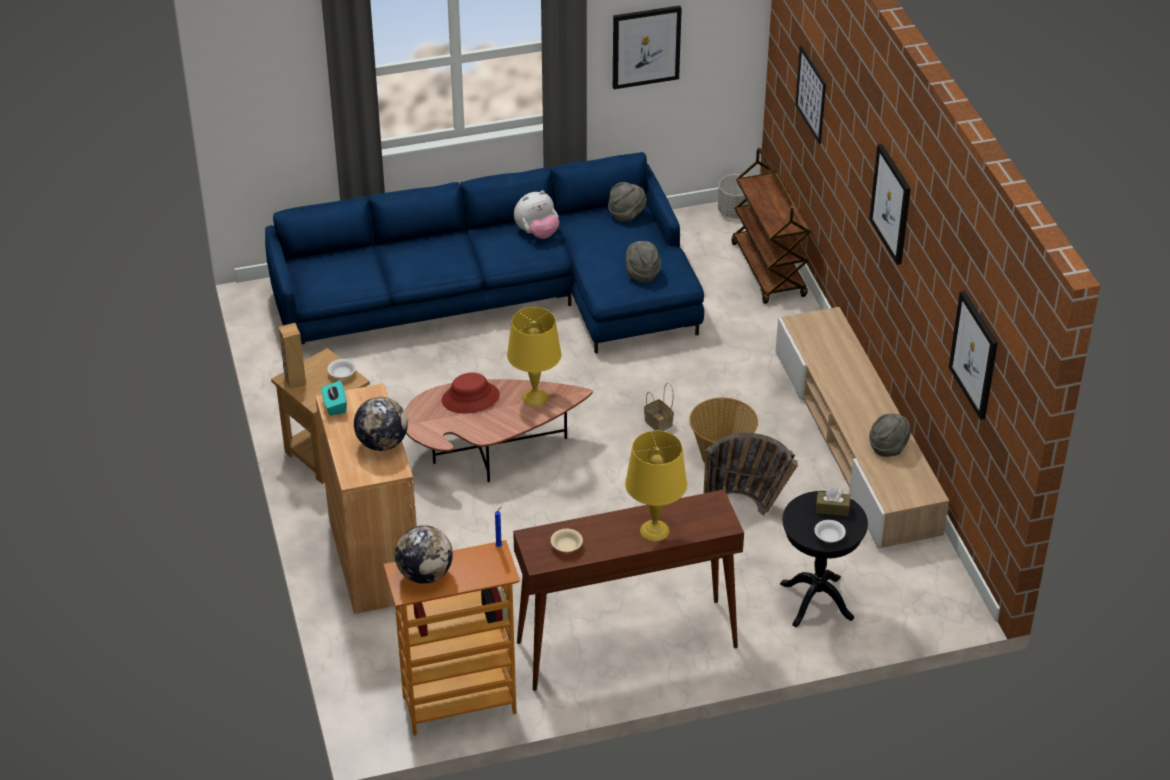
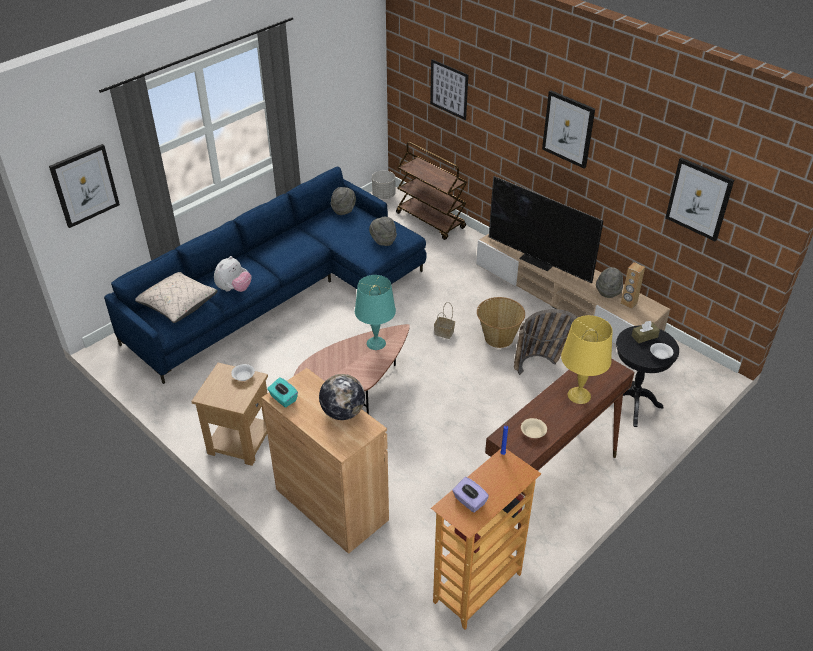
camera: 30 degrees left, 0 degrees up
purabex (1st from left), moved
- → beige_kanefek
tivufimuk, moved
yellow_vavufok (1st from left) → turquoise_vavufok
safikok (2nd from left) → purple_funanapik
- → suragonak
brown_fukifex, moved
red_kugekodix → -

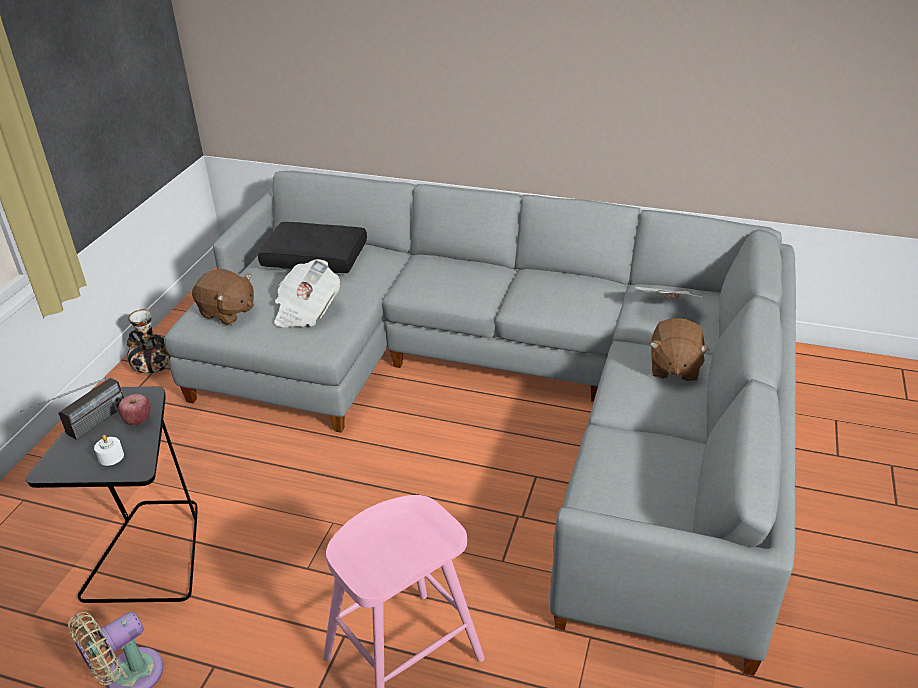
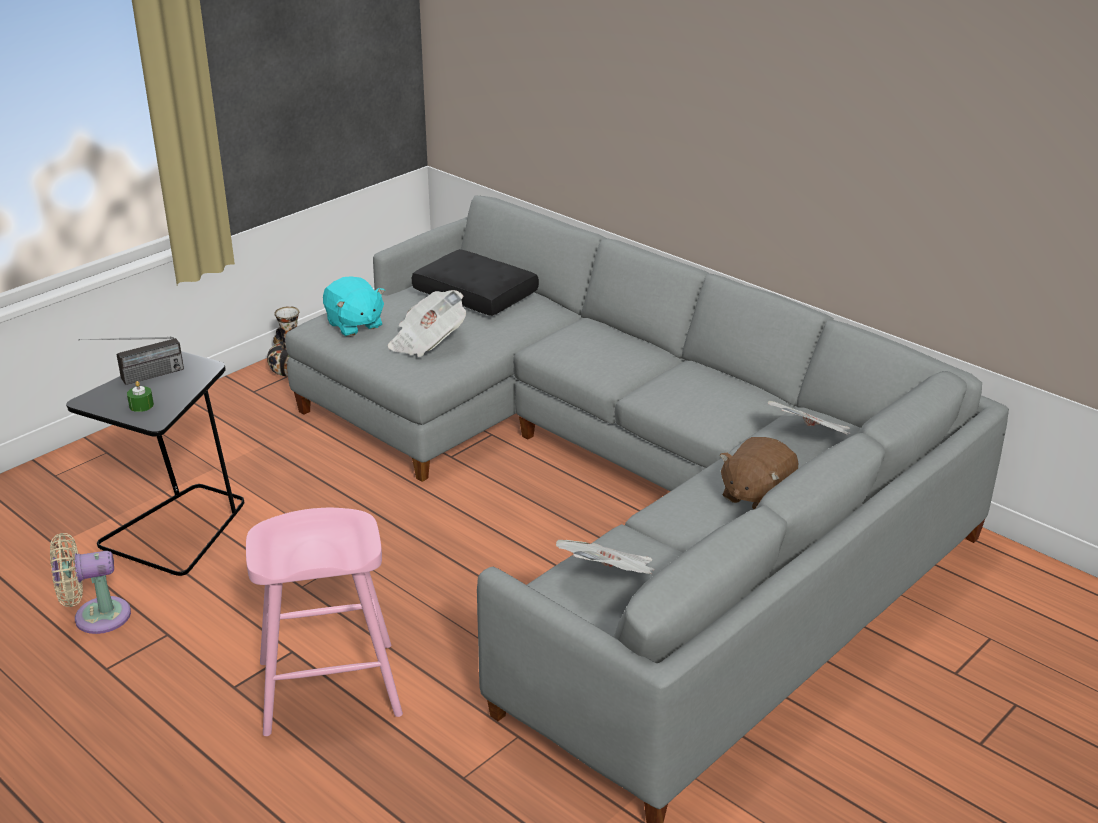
camera: 25 degrees right, 5 degrees down
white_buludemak → green_buludemak
brown_tivufimuk (1st from left) → turquoise_tivufimuk
- → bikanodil (2nd from left)
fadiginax → -

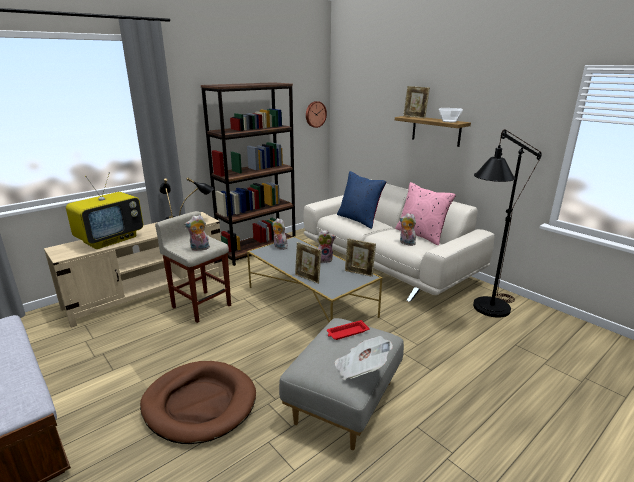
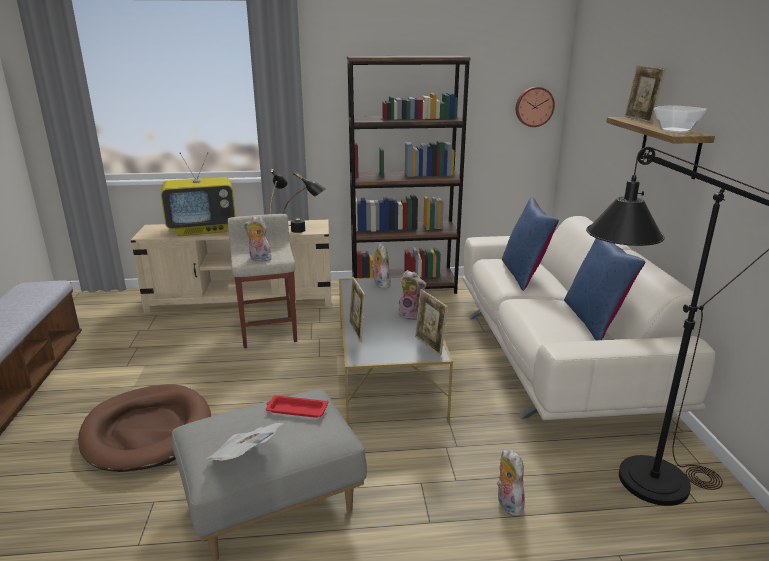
camera: 35 degrees right, 0 degrees up
tivufimuk (4th from left), moved
pink_kanefek → blue_kanefek (2nd from left)

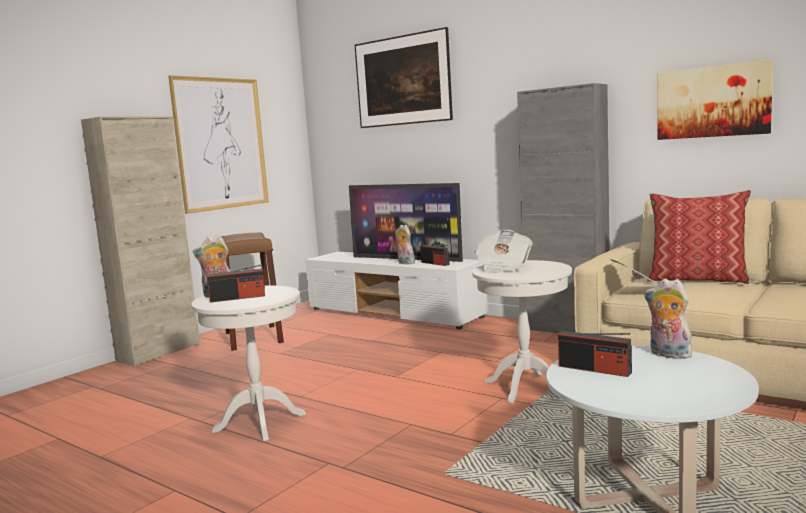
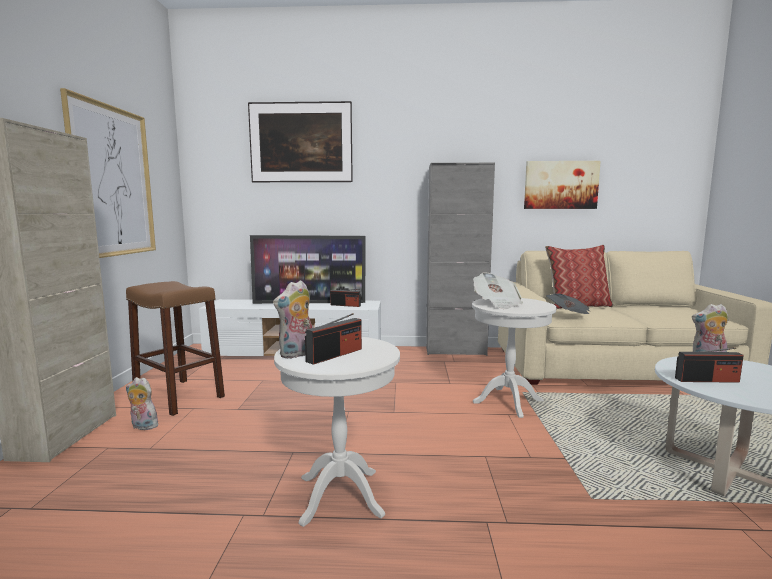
camera: 35 degrees left, 0 degrees up
tivufimuk (2nd from left in the first image) → tivufimuk (1st from left), moved

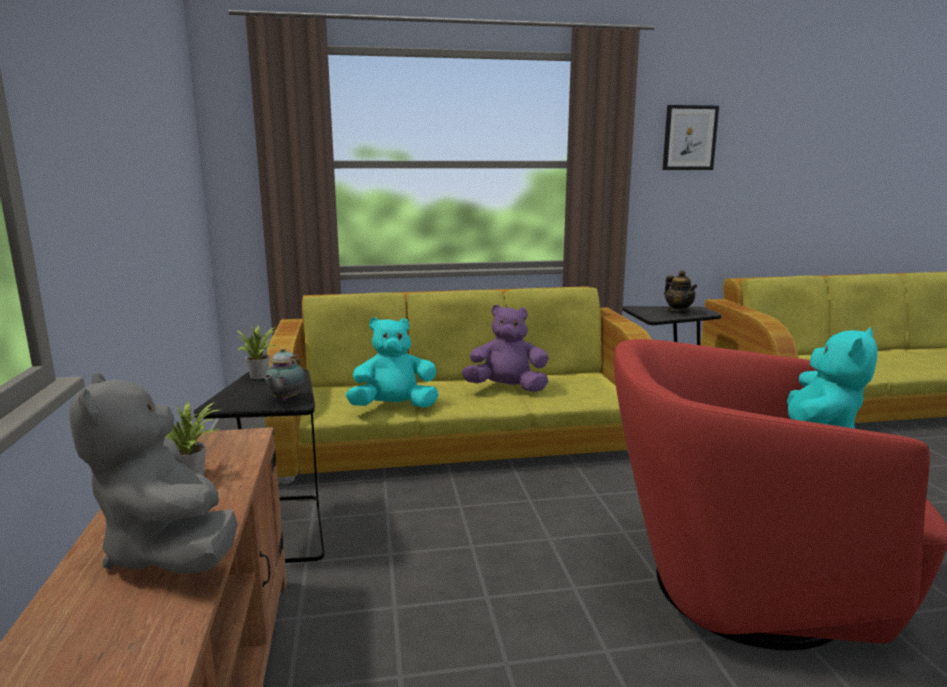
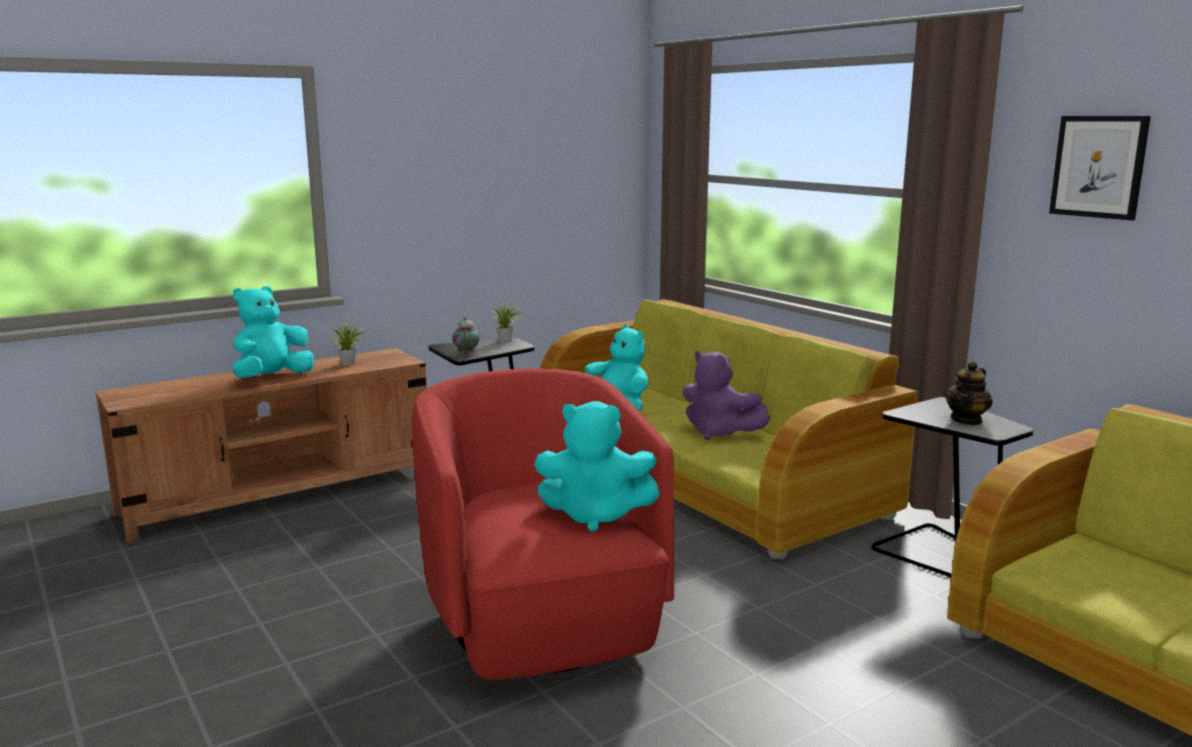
camera: 65 degrees right, 0 degrees up
grey_tivufimuk → turquoise_tivufimuk (1st from left)
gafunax (1st from left), 90 degrees clockwise
purple_tivufimuk, 150 degrees clockwise

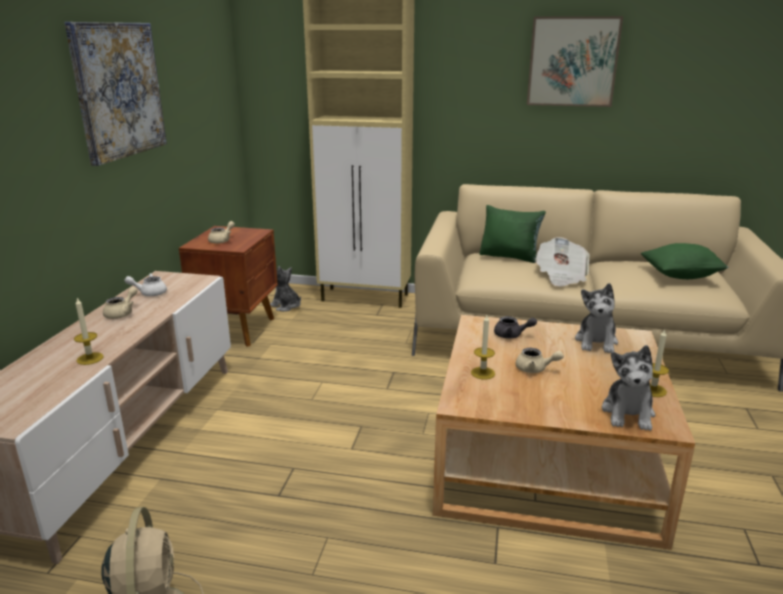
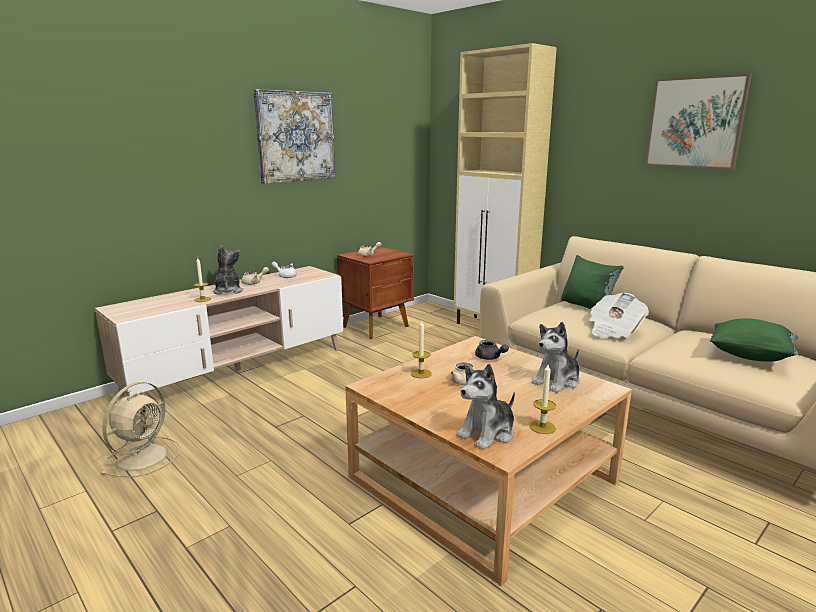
camera: 35 degrees right, 5 degrees down
tivufimuk (1st from left), moved

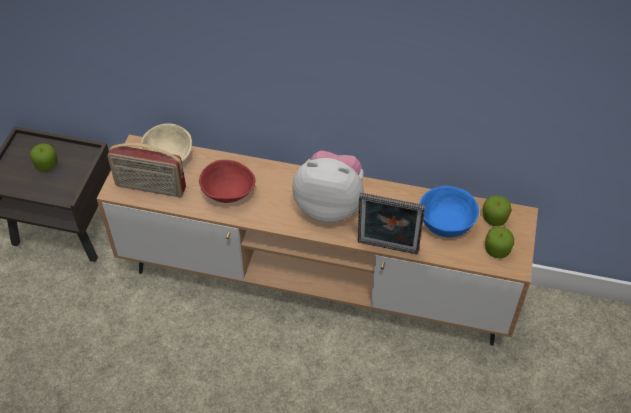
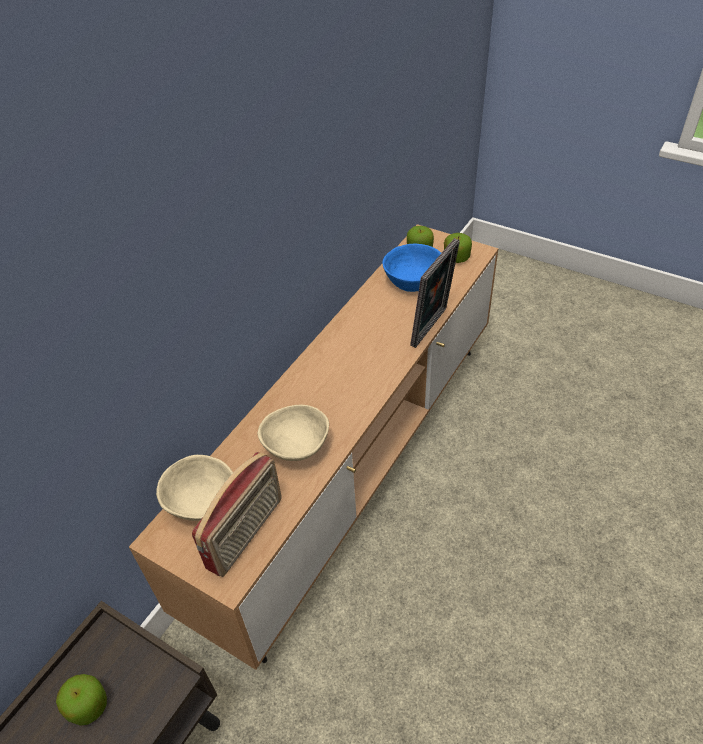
camera: 70 degrees left, 5 degrees down
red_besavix → beige_besavix (2nd from left)
tivufimuk → -

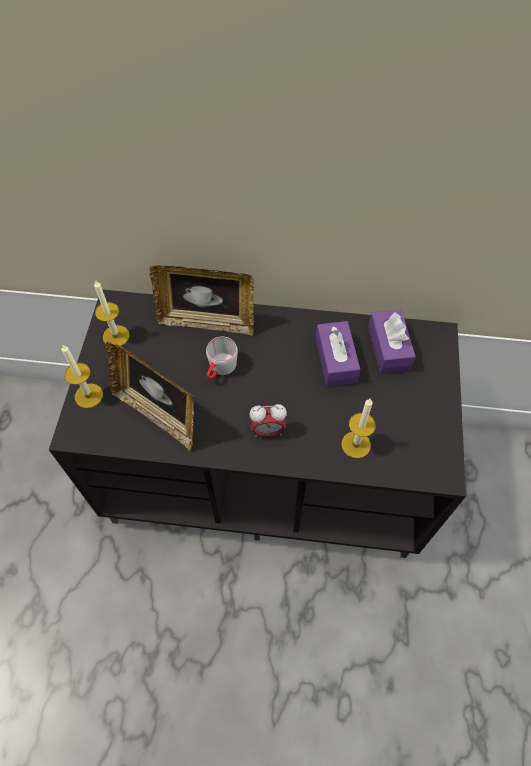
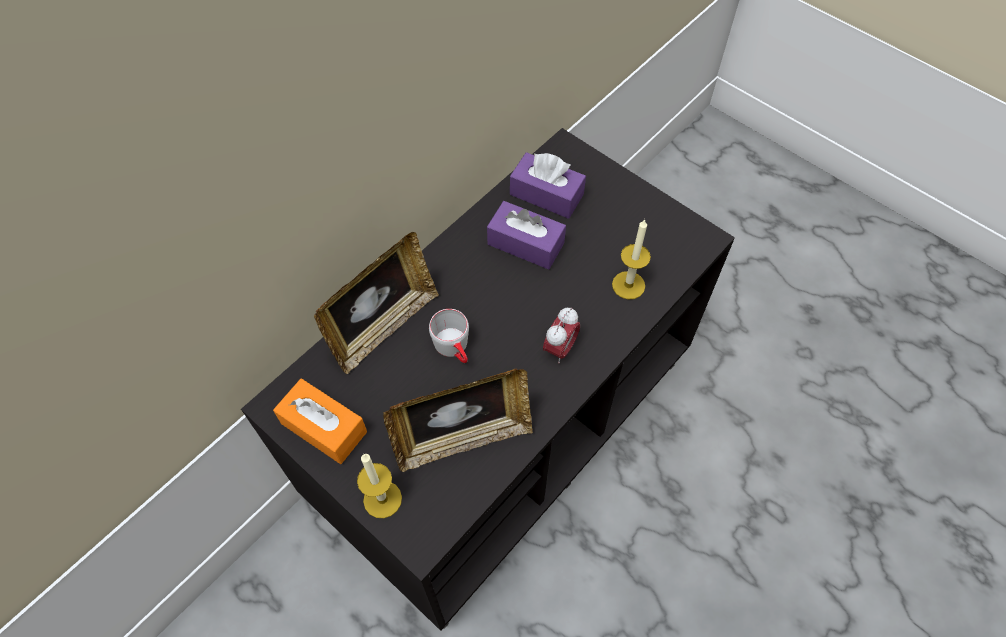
camera: 55 degrees left, 0 degrees up
buludemak (2nd from left) → orange_funanapik

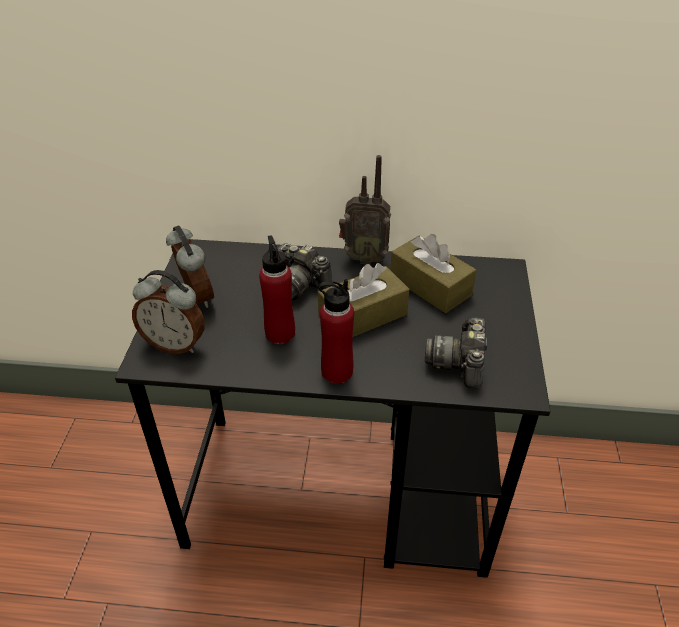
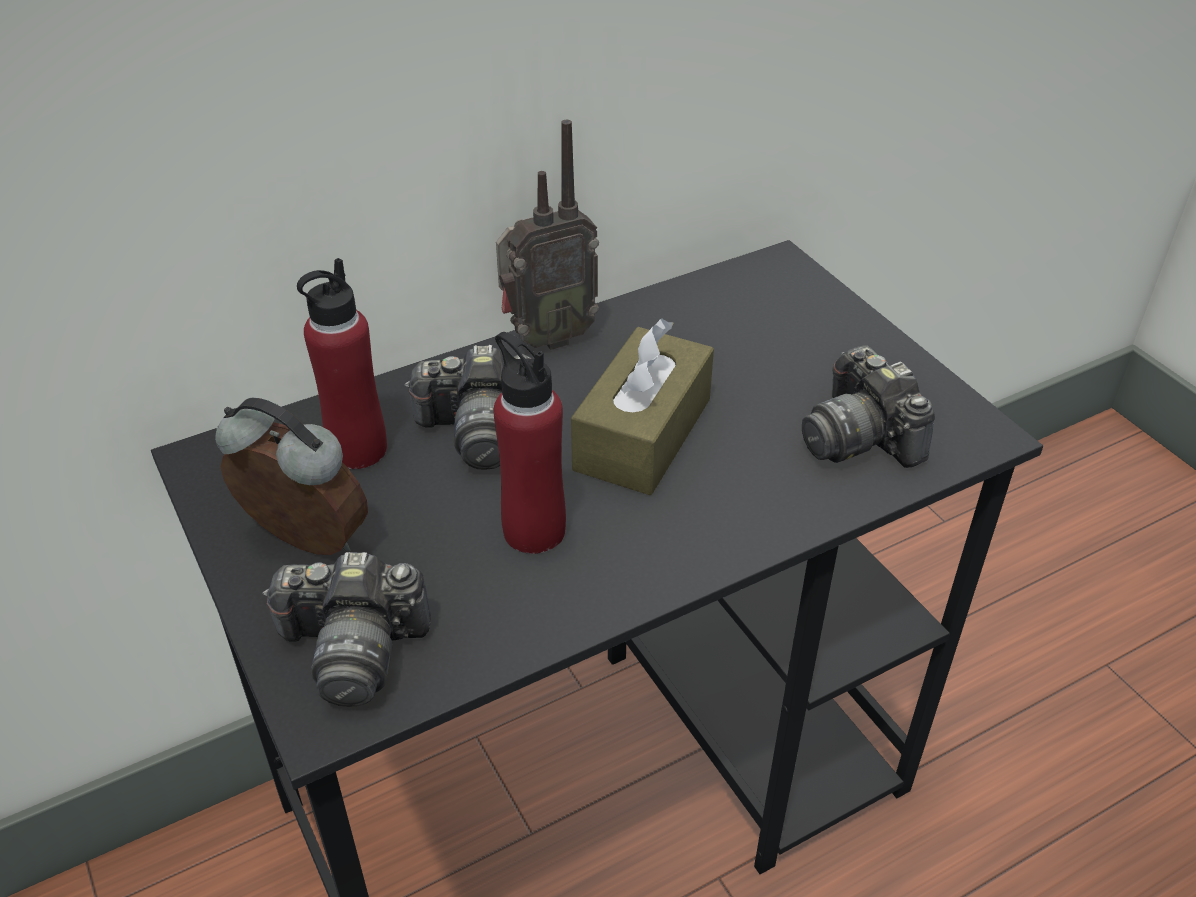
camera: 35 degrees left, 0 degrees up
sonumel (1st from left) → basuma (1st from left)
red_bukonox (2nd from left in the first image) → red_bukonox (1st from left), moved
brown_funanapik (2nd from left) → -

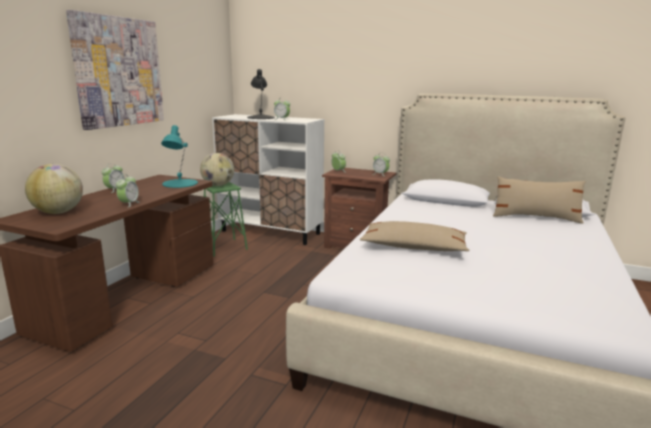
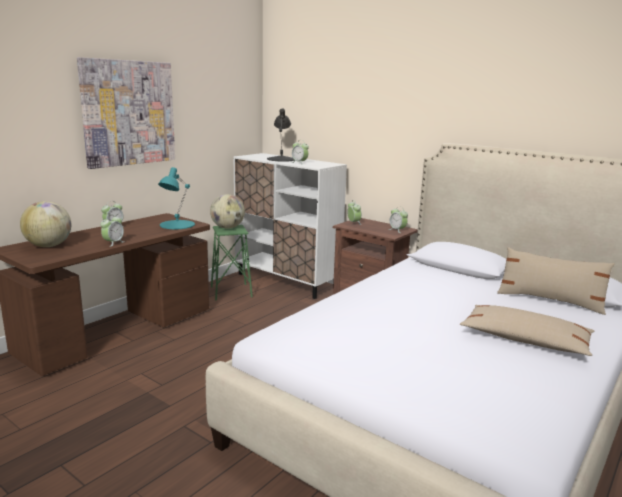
camera: 15 degrees right, 0 degrees up
beige_kanefek (1st from left), moved

